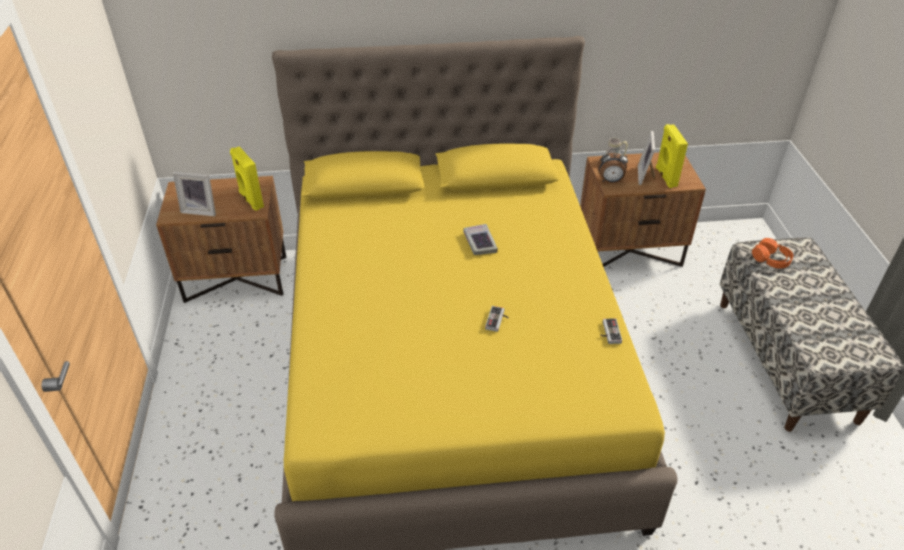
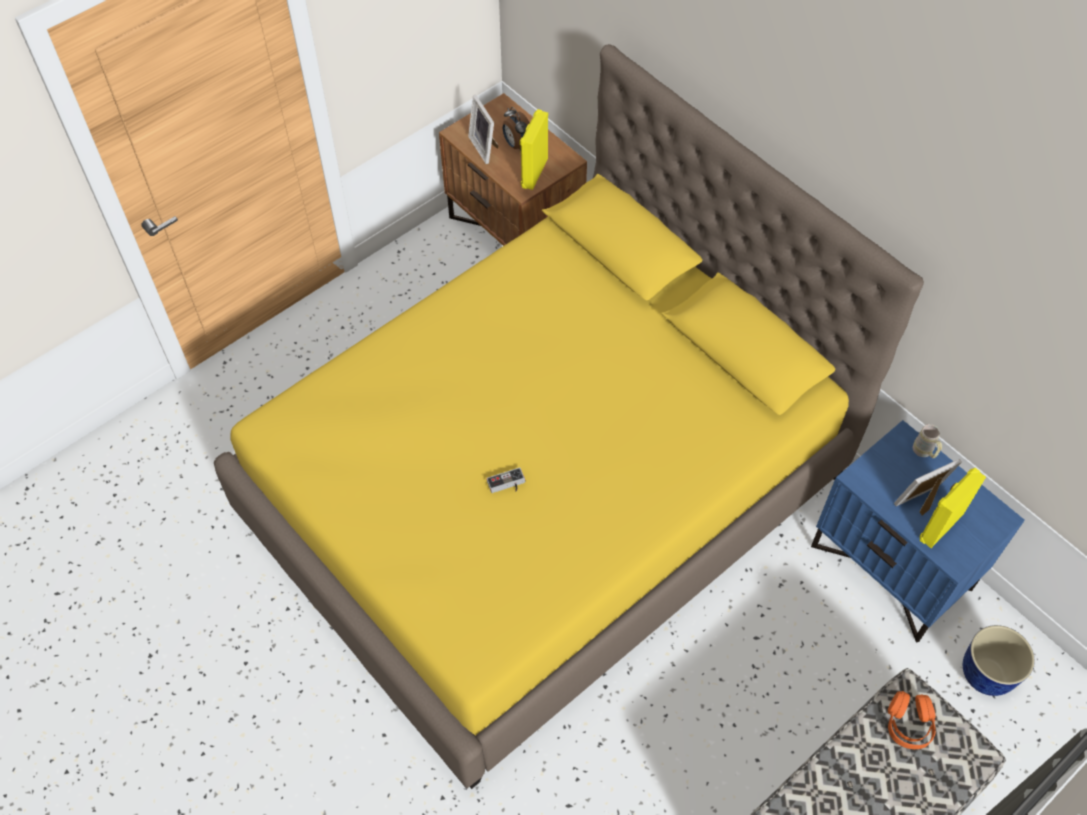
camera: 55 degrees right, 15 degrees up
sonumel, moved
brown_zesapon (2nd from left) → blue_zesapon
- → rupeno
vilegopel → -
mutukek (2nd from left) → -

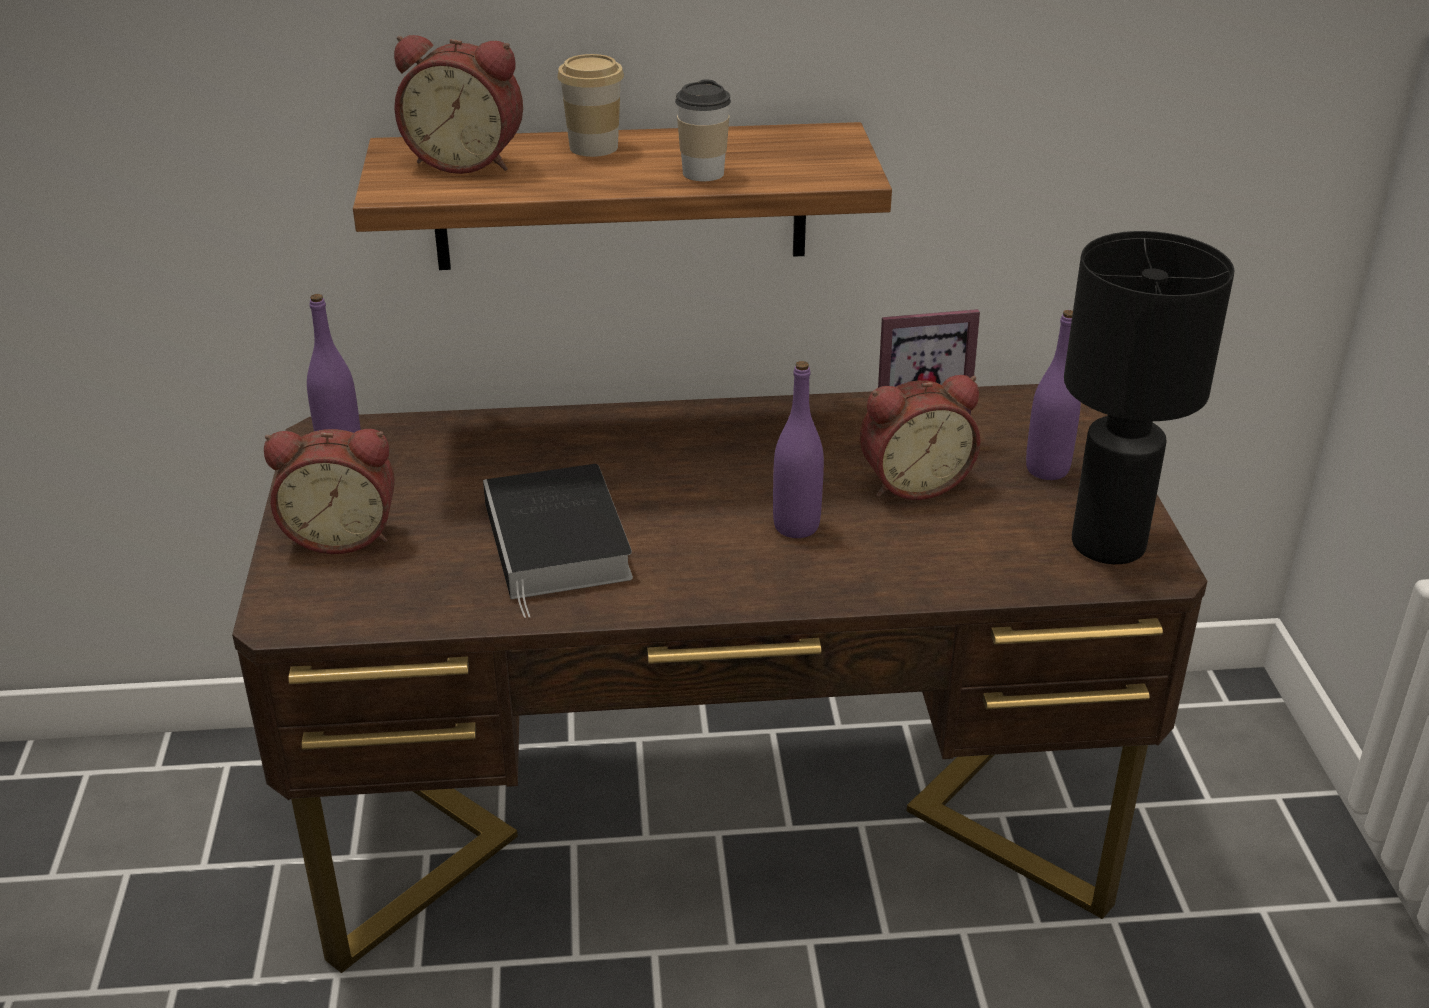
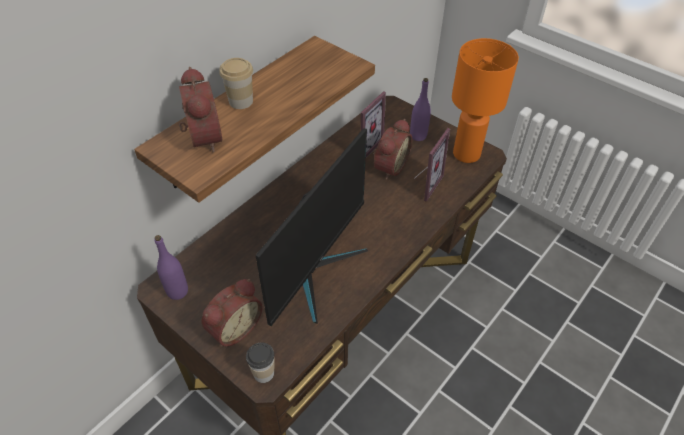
camera: 45 degrees left, 15 degrees up
sonumel (2nd from left in the first image) → sonumel (1st from left), 75 degrees counterclockwise
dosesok (2nd from left), moved
vilegopel → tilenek
- → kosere (2nd from left)
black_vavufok → orange_vavufok
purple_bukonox (2nd from left) → -

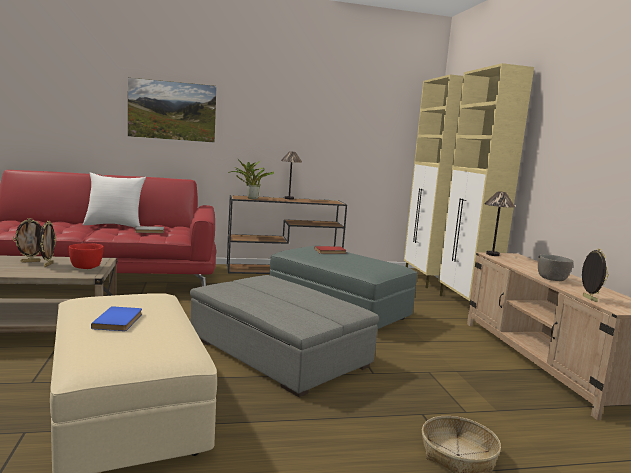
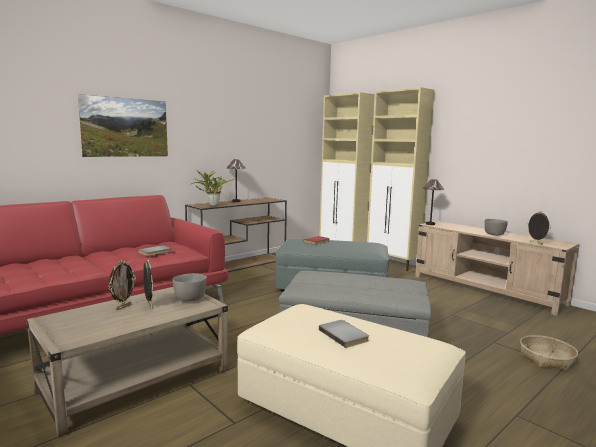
camera: 30 degrees left, 0 degrees up
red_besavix → grey_besavix (1st from left)
blue_vilegopel → grey_vilegopel (2nd from left)
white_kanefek → -

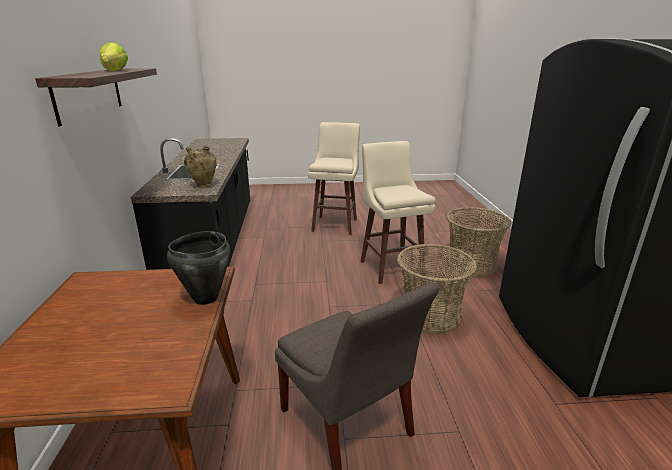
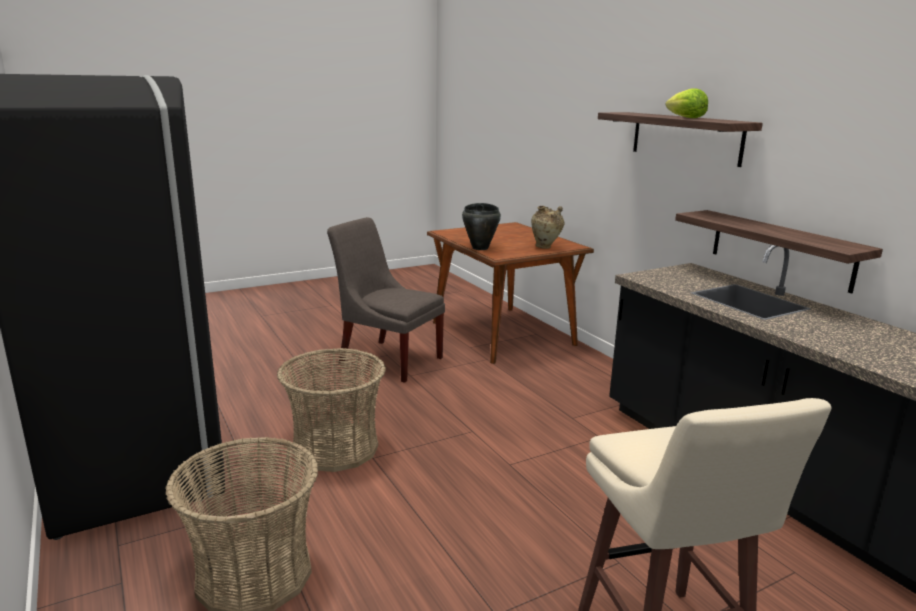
camera: 155 degrees right, 5 degrees down
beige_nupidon, moved
- → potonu (2nd from left)
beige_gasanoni (2nd from left) → -

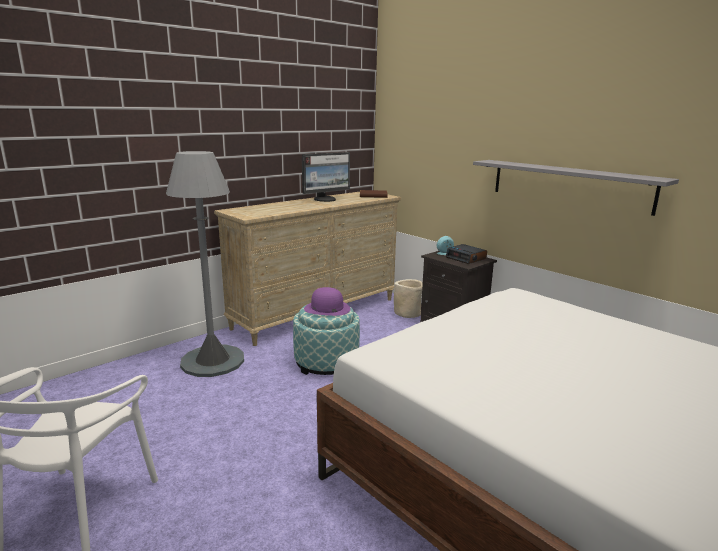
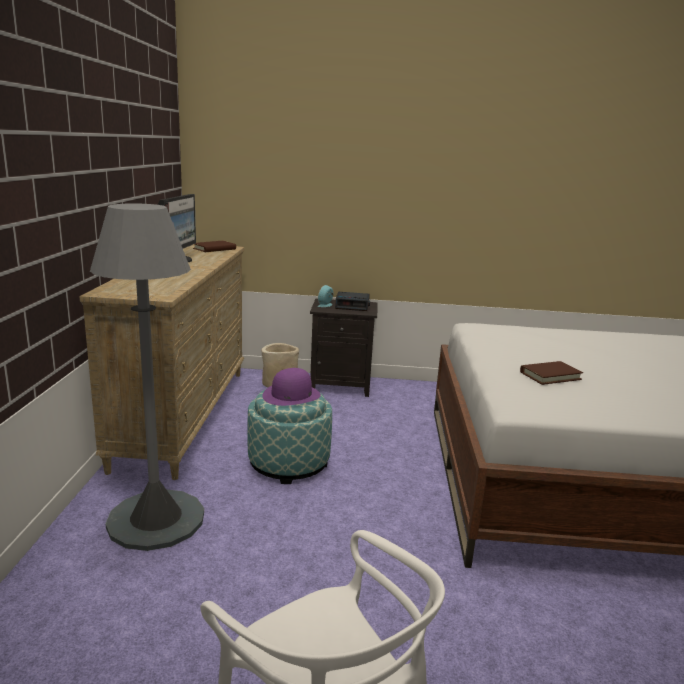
camera: 45 degrees left, 0 degrees up
- → brown_vilegopel (2nd from left)
grey_potonu → -

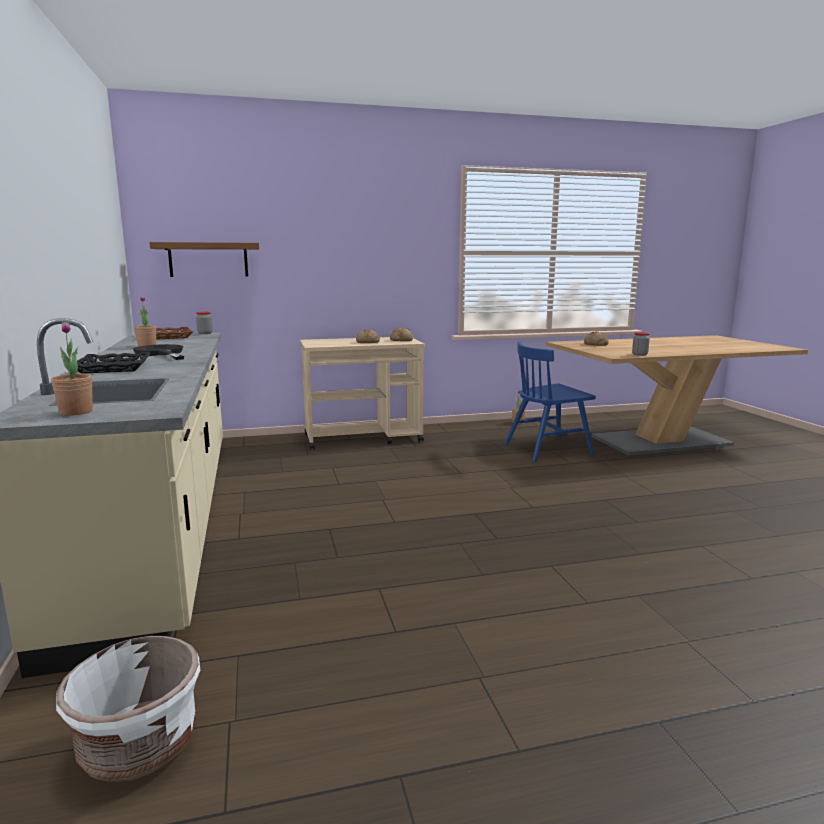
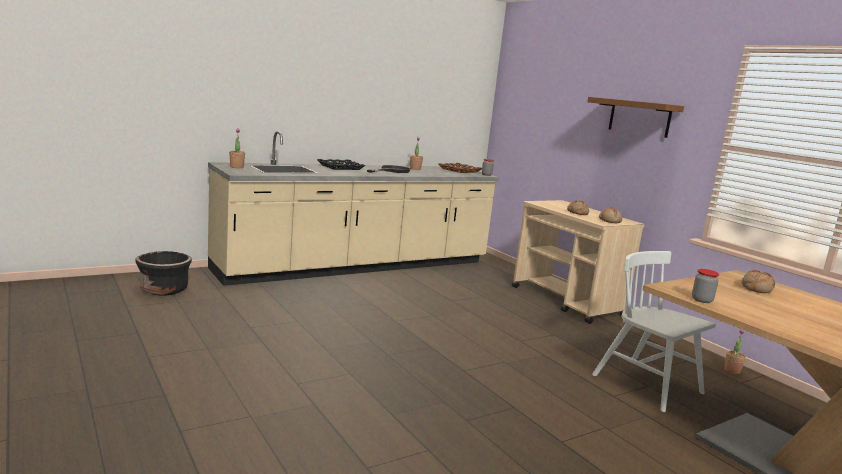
camera: 70 degrees right, 0 degrees up
white_rupeno → black_rupeno
brown_potonu, moved
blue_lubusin → white_lubusin

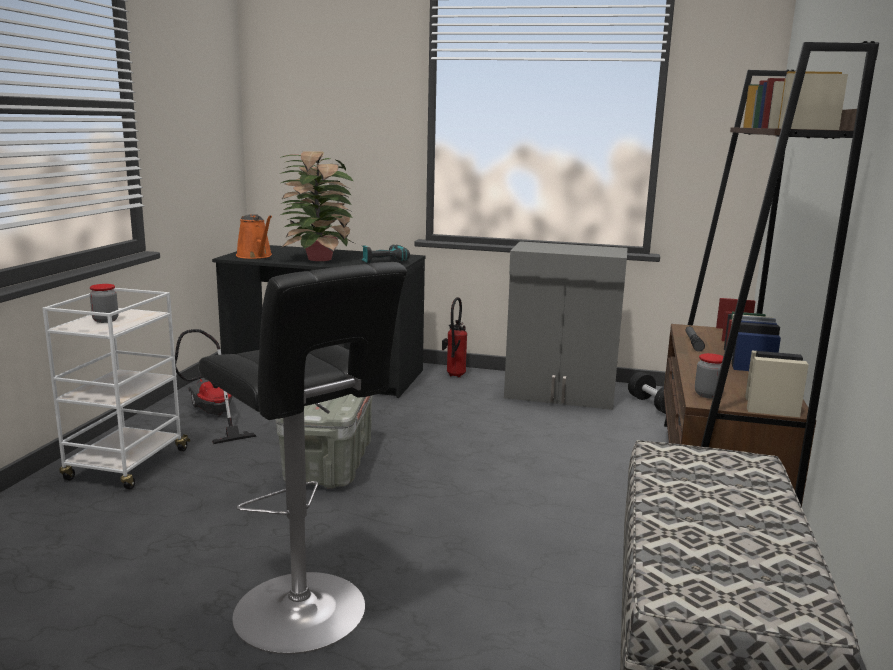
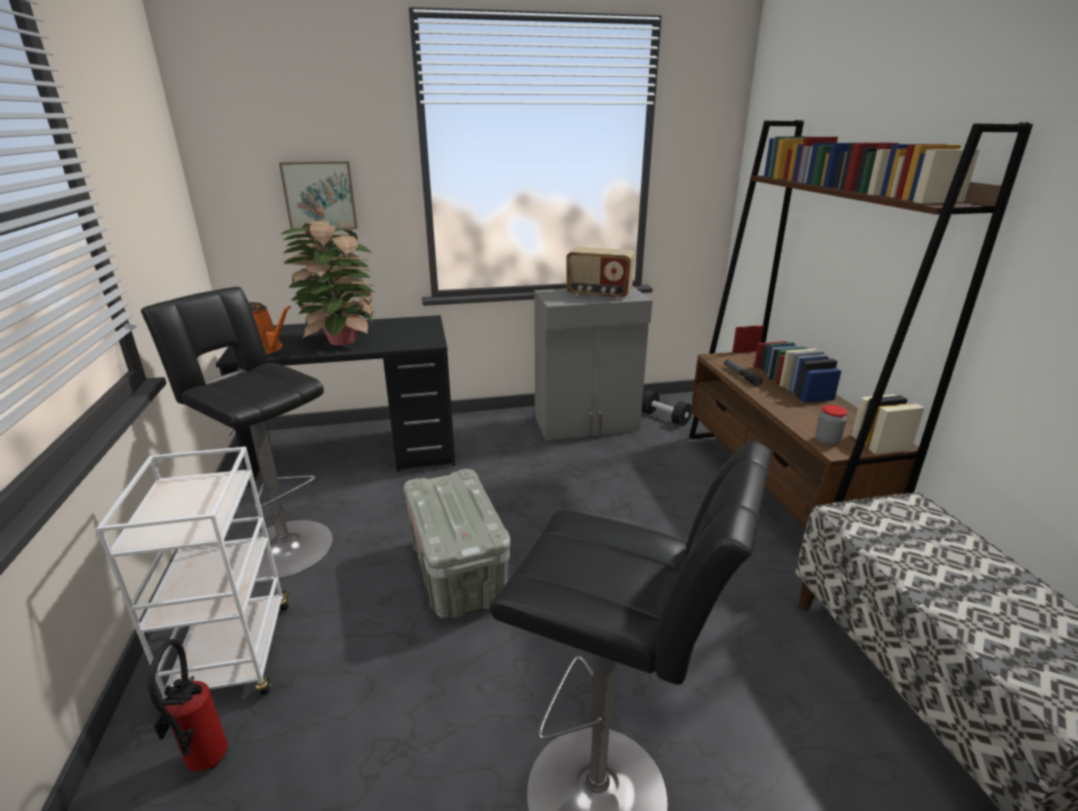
camera: 25 degrees left, 10 degrees up
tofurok → black_gasanoni (1st from left)
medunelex, moved
- → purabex
- → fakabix
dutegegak (1st from left) → -
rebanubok → -

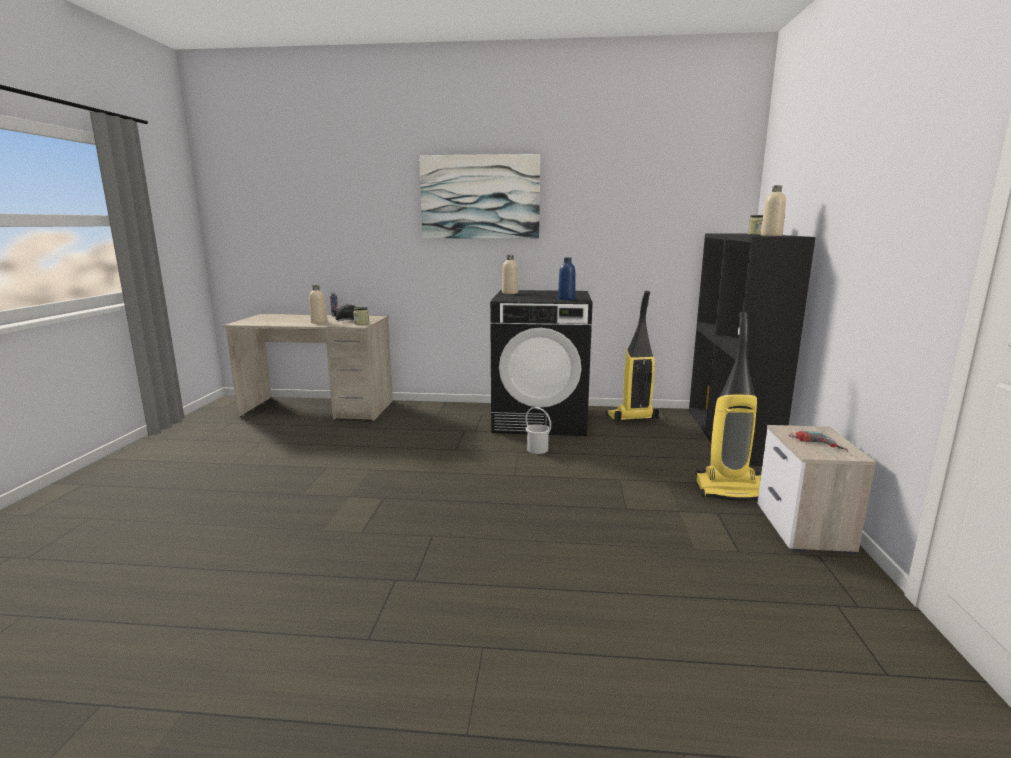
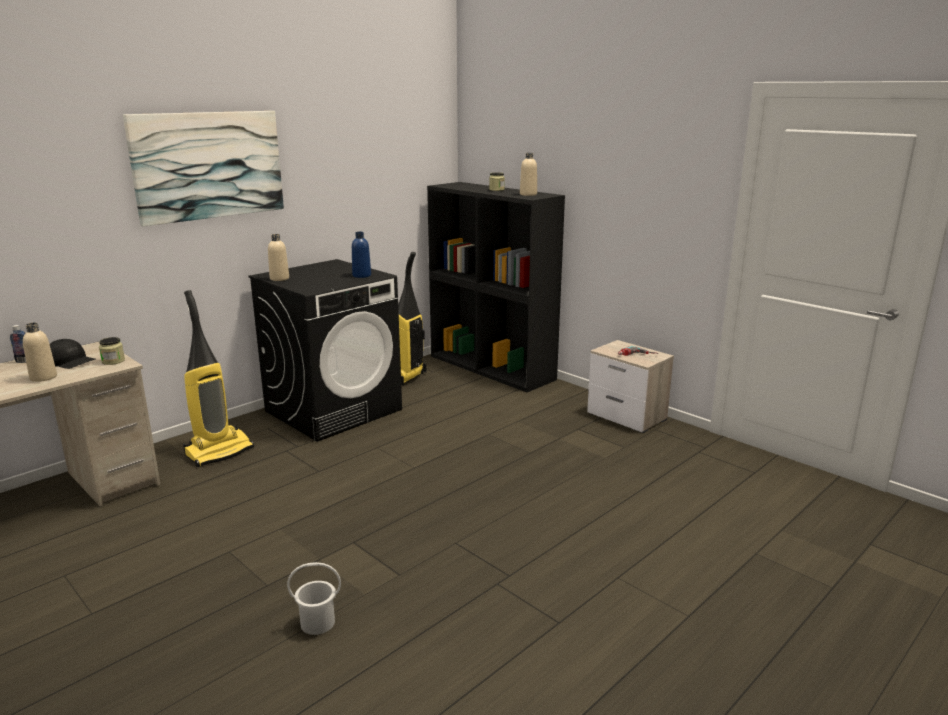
camera: 50 degrees left, 5 degrees up
tofurok (2nd from left in the first image) → tofurok (1st from left), moved
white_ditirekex, moved

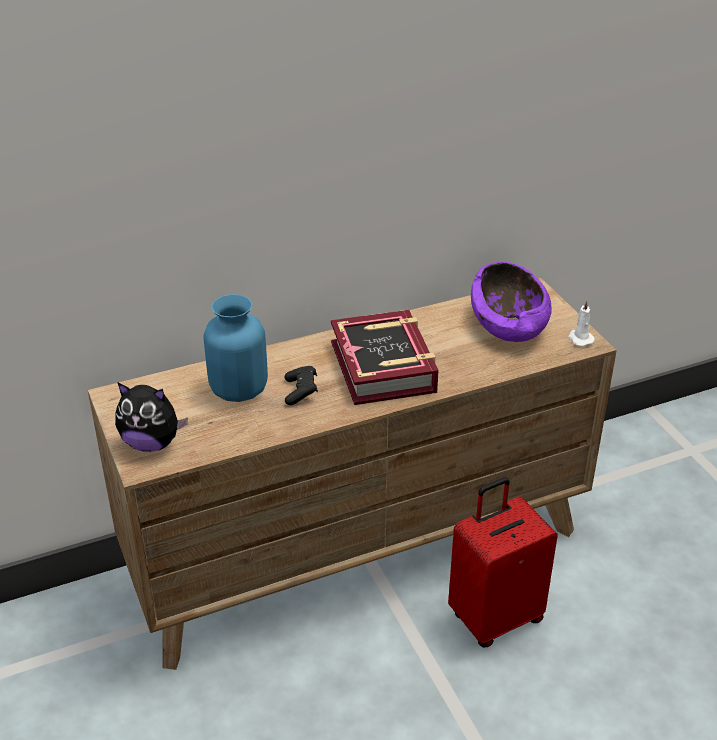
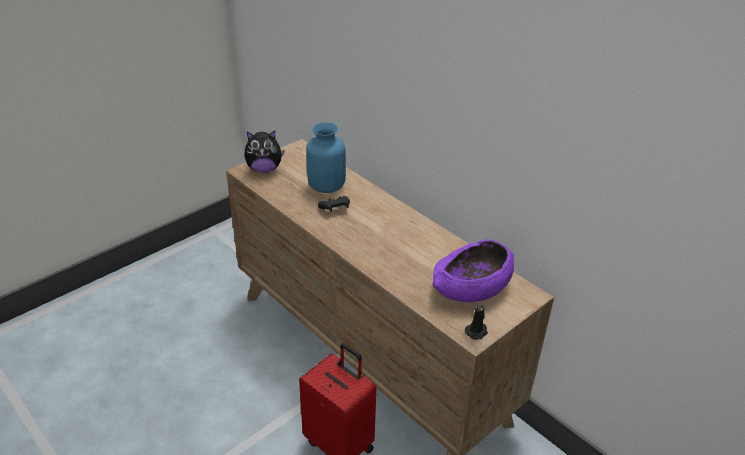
camera: 70 degrees right, 0 degrees up
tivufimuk, 90 degrees counterclockwise
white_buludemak → black_buludemak
vilegopel → -

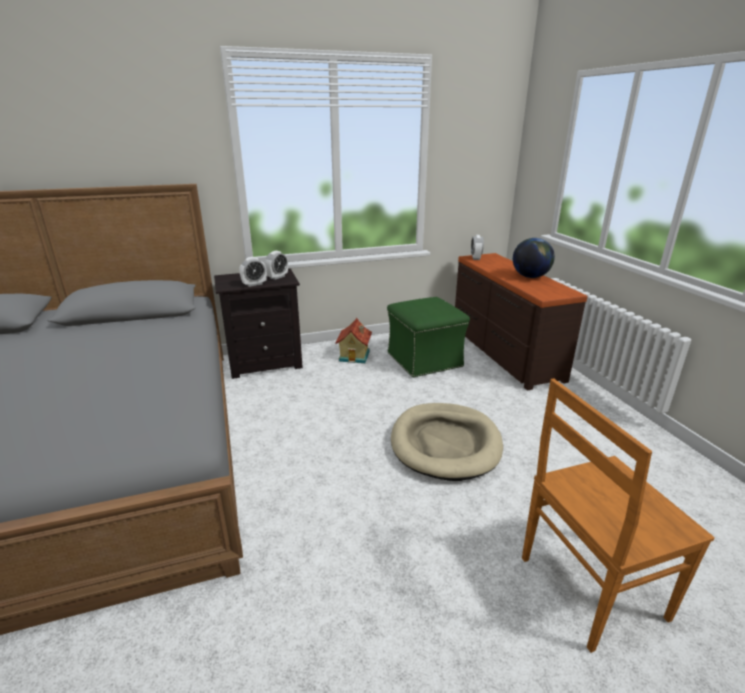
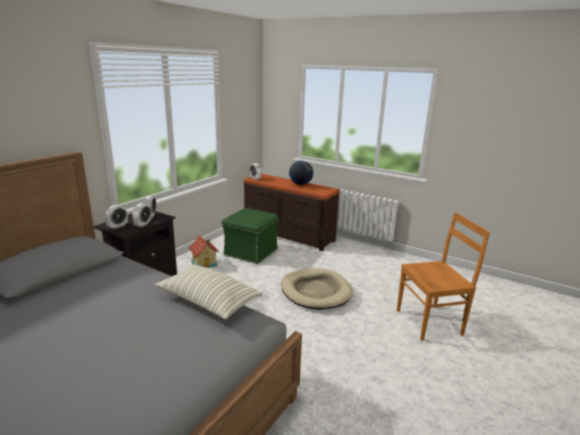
camera: 40 degrees left, 5 degrees down
- → sonumel (1st from left)
- → kanefek
brown_lubusin, 135 degrees counterclockwise

